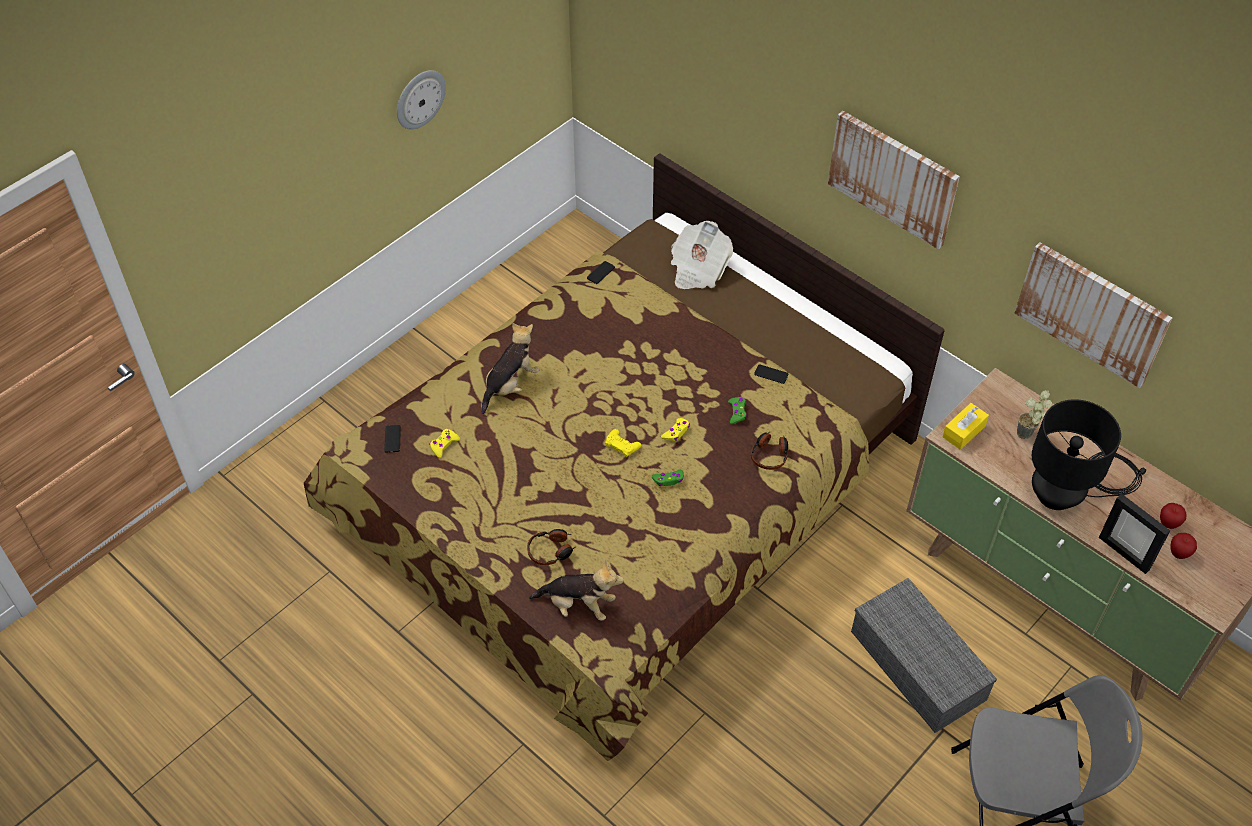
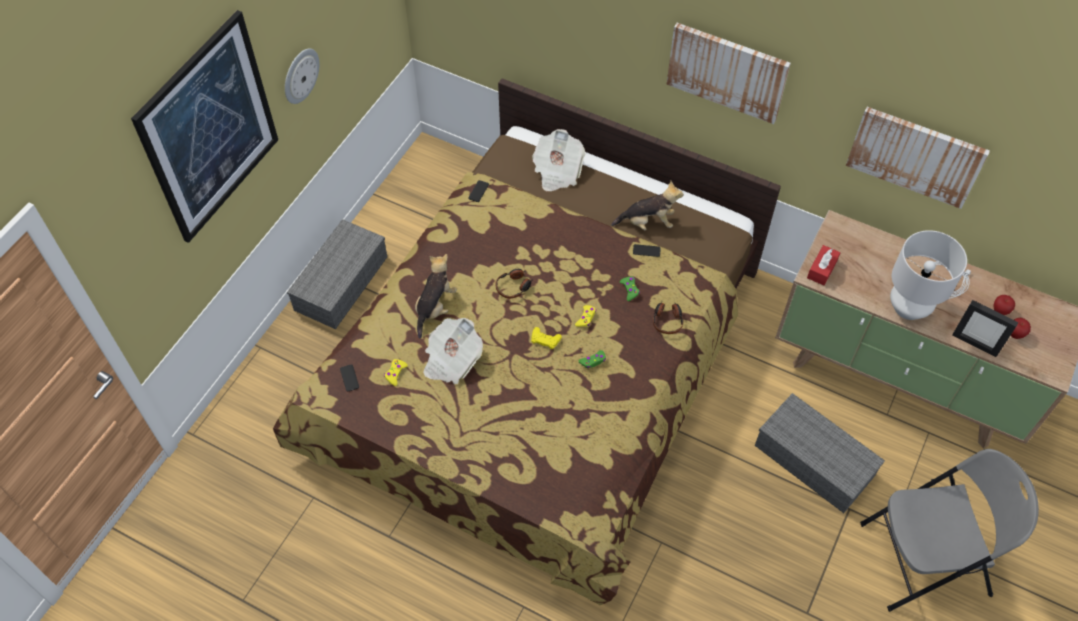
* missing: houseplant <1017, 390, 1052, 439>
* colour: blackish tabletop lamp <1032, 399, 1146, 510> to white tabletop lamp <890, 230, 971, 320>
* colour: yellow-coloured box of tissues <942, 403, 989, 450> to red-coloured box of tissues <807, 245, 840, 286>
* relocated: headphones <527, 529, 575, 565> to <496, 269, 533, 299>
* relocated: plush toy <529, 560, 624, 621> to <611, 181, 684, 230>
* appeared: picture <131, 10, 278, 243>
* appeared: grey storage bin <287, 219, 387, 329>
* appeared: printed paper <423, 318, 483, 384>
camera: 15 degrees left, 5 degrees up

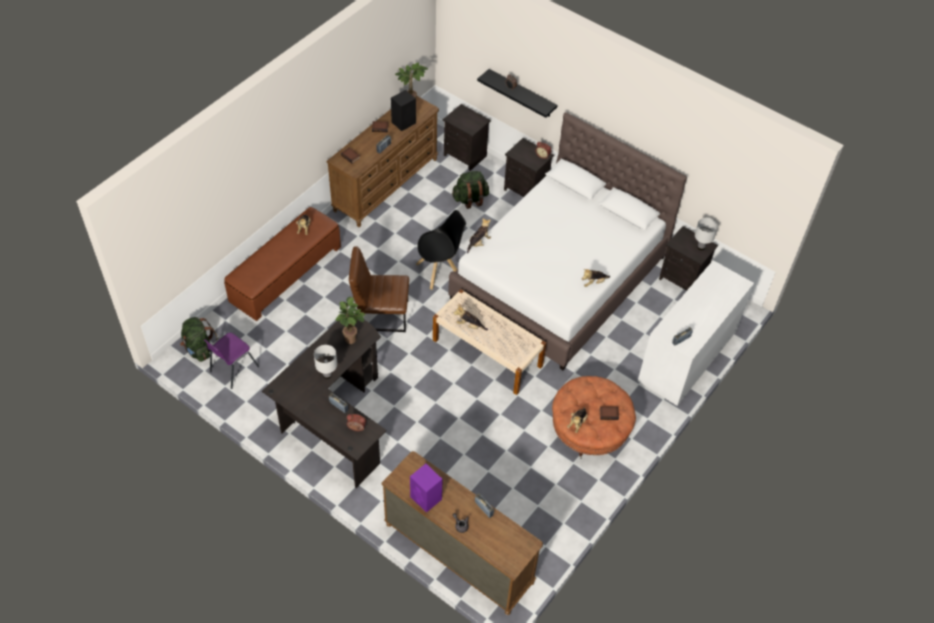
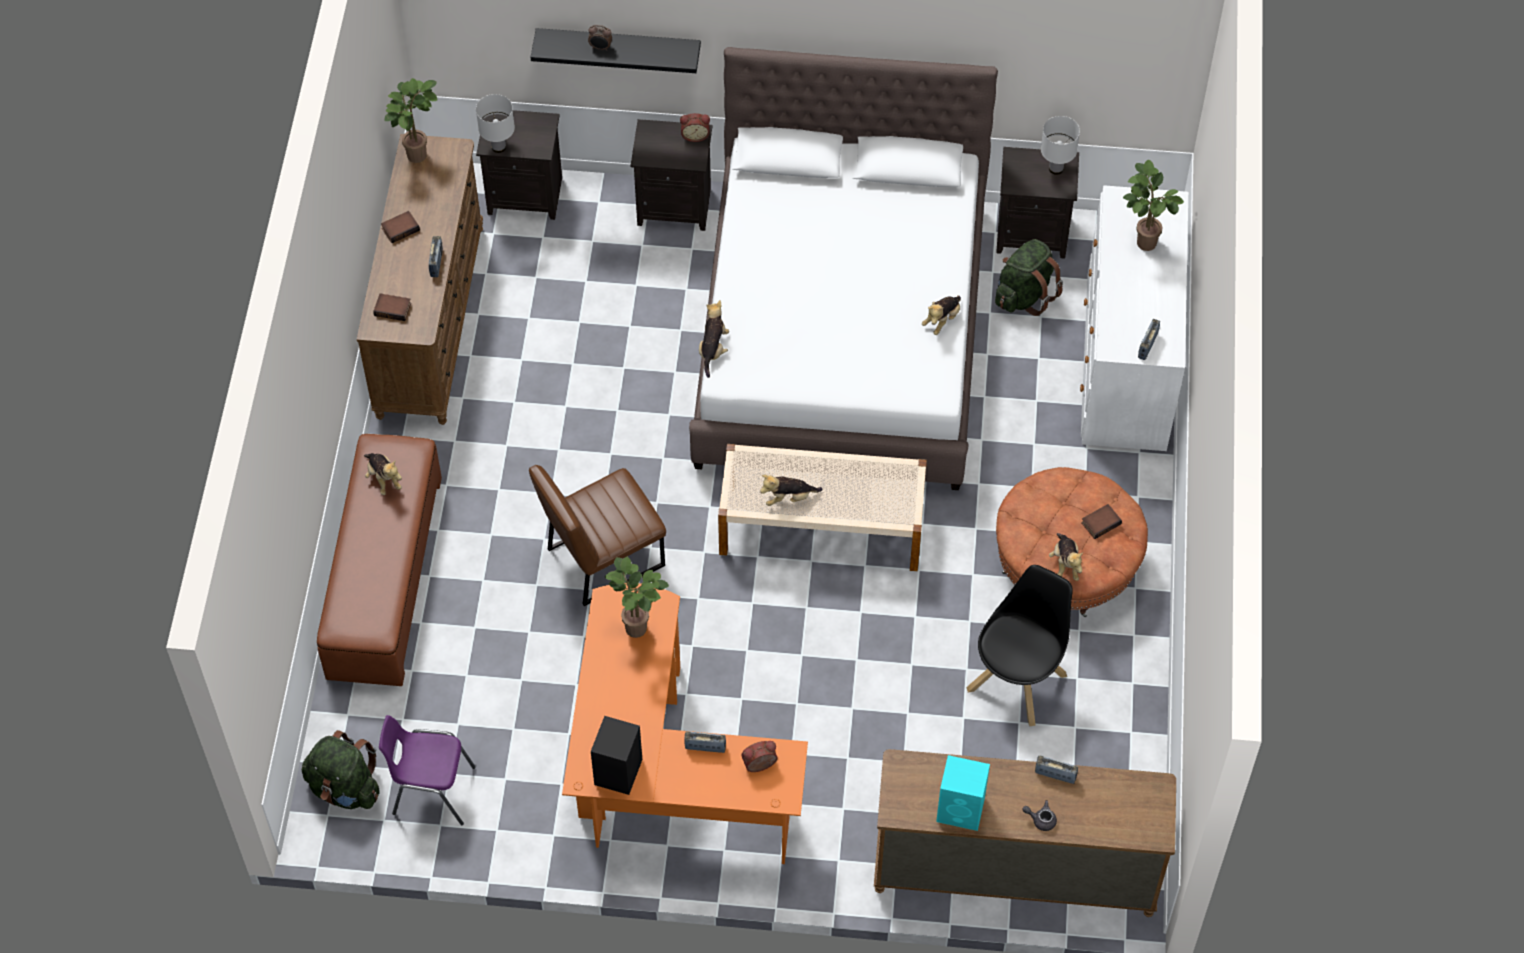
* relocated: blackish audio speaker <391, 90, 416, 131> to <591, 716, 642, 795>
* relocated: greenish knapsack <452, 171, 489, 209> to <995, 239, 1063, 316>
* relocated: blackish upright chair <416, 210, 466, 290> to <967, 565, 1073, 726>
* colour: blackish desk unit <262, 314, 387, 488> to orange desk unit <562, 583, 808, 864>
* spun: purple-coloured upright chair <204, 333, 259, 389> = <379, 715, 475, 825> 90 degrees clockwise
* relocated: white tabletop lamp <314, 345, 337, 379> to <476, 94, 515, 153>
* colour: purple-coloured audio speaker <410, 464, 443, 513> to turquoise-coloured audio speaker <936, 755, 990, 831>
* appeared: houseplant <1123, 159, 1184, 251>
camera: 30 degrees left, 5 degrees up

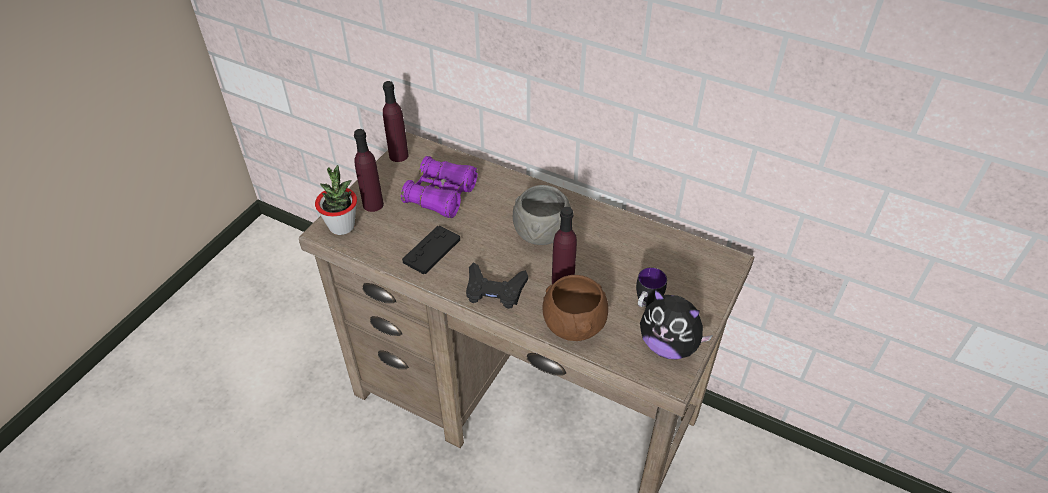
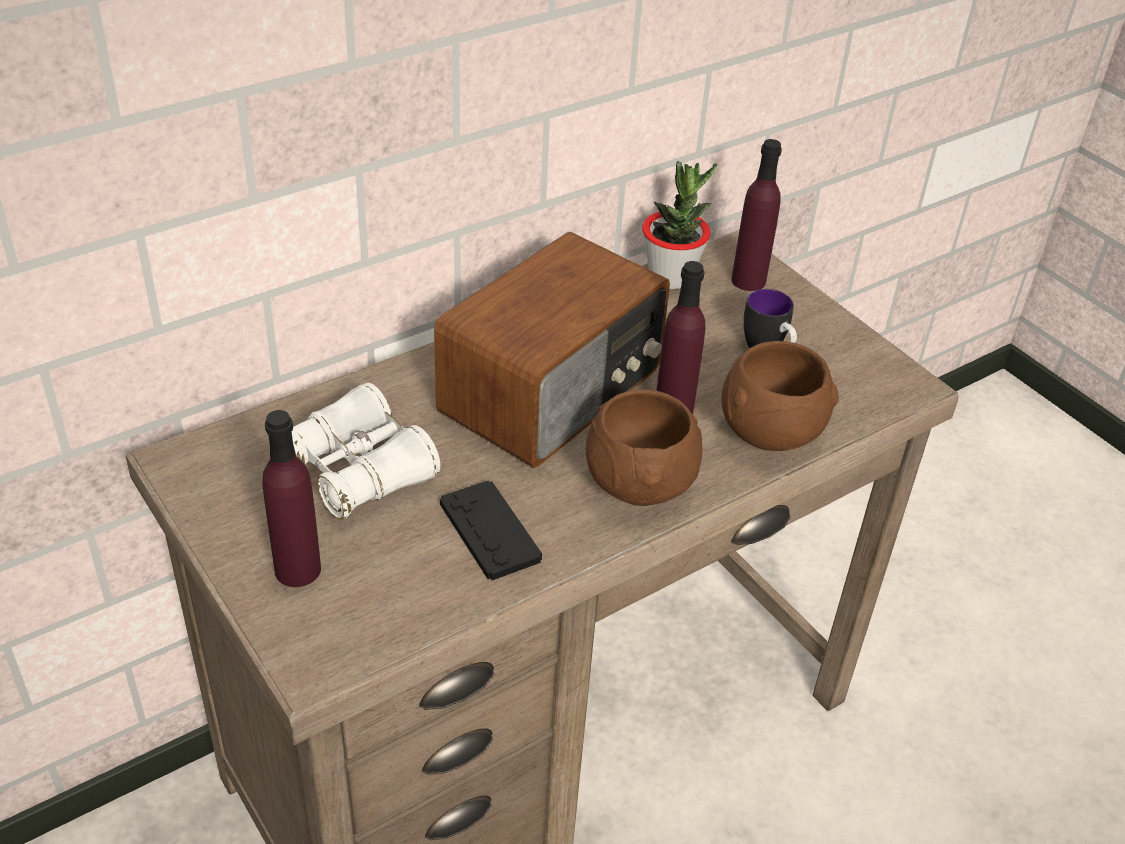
* relocated: purple-coloured bottle <383, 81, 408, 162> to <731, 139, 782, 291>
* colour: purple-coloured pair of binoculars <401, 156, 478, 218> to white pair of binoculars <292, 383, 440, 520>
* relocated: houseplant <315, 165, 357, 235> to <642, 161, 717, 289>
* exchanged: grey serving bowl <513, 185, 571, 245> to radio receiver <434, 232, 670, 468>
* exchanged: blackish joypad <466, 262, 528, 309> to brown serving bowl <586, 389, 702, 506>
* missing: plush toy <640, 289, 713, 359>
camera: 65 degrees left, 5 degrees down

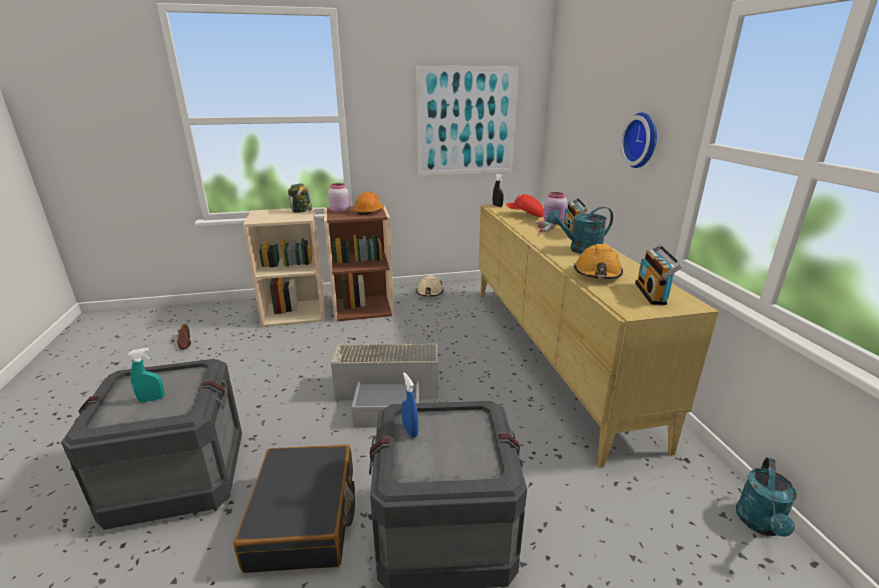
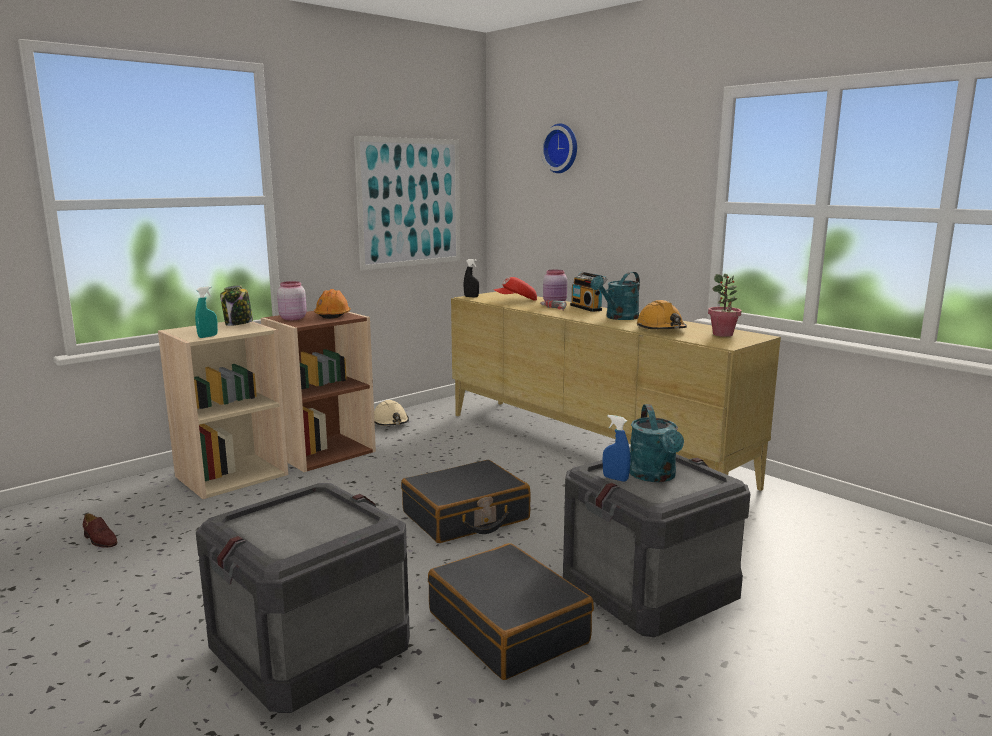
* relocated: wall clock <620, 112, 657, 168> to <541, 124, 577, 173>
* exchanged: radio receiver <635, 244, 683, 305> to houseplant <708, 274, 742, 337>
* exchanged: grey storage bin <331, 341, 438, 428> to blackish piece of luggage <401, 460, 531, 543>
* relocated: turquoise-coloured spray bottle <128, 348, 165, 403> to <195, 286, 218, 338>
* relocated: turquoise-coloured sprinkling can <736, 457, 797, 537> to <629, 404, 684, 482>
camera: 30 degrees left, 10 degrees down

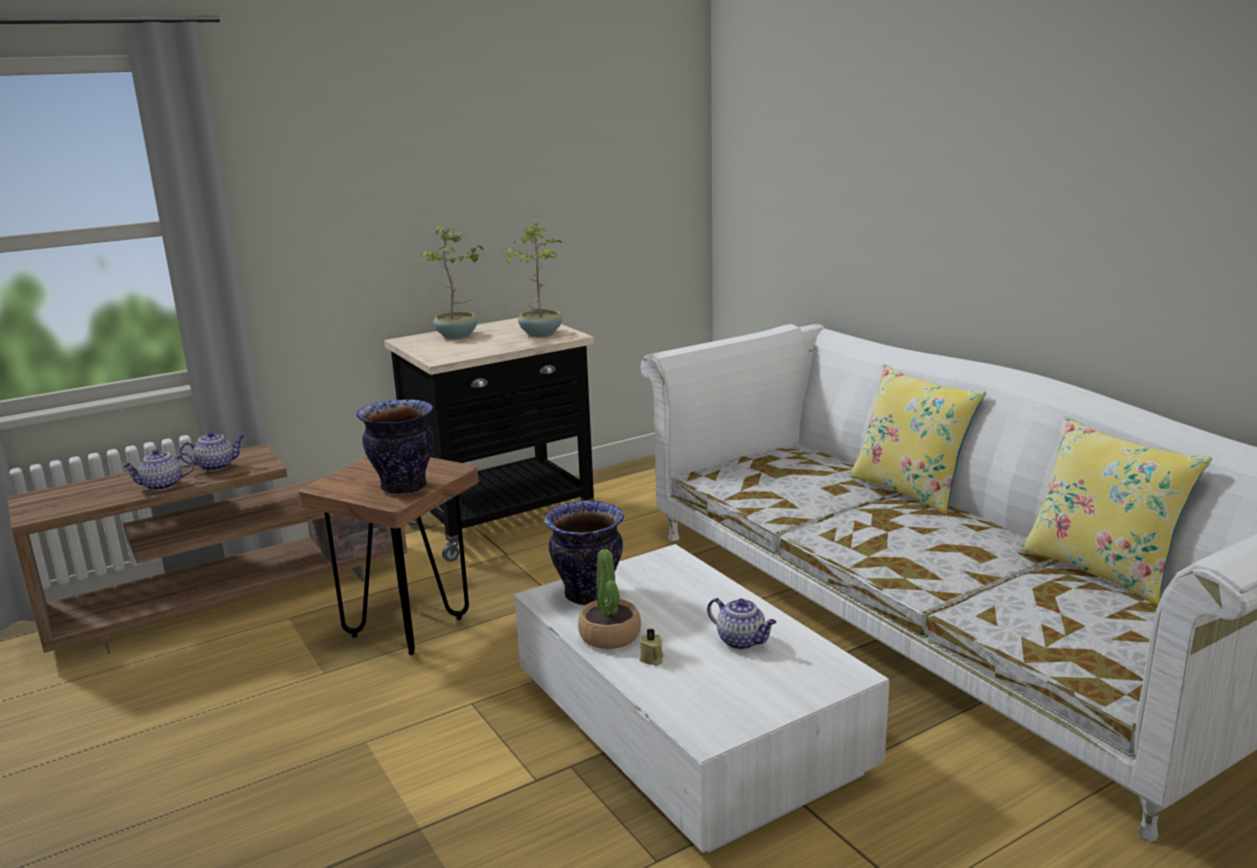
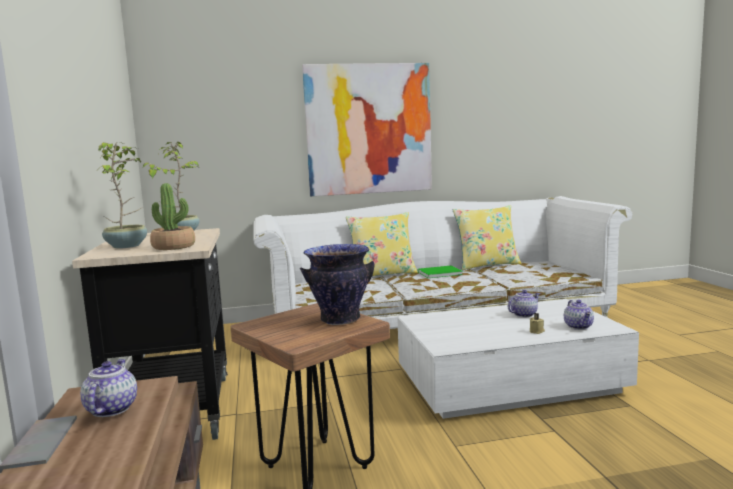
* relocated: tea pot <121, 449, 194, 491> to <564, 300, 594, 330>
* missing: flower vase <544, 501, 624, 605>
* relocated: houseplant <578, 549, 641, 649> to <150, 183, 195, 250>
* appeared: picture <302, 63, 432, 196>
* appeared: greenish book <418, 266, 463, 278>
camera: 70 degrees left, 10 degrees down

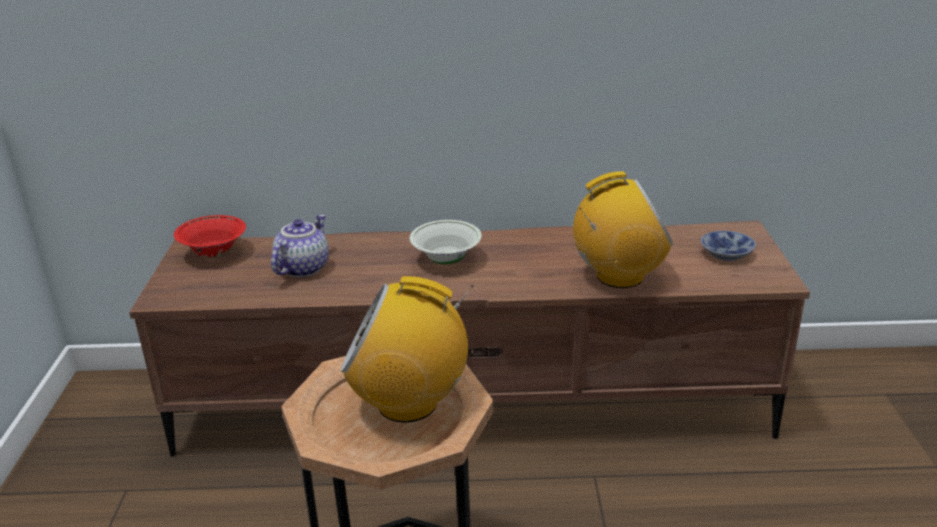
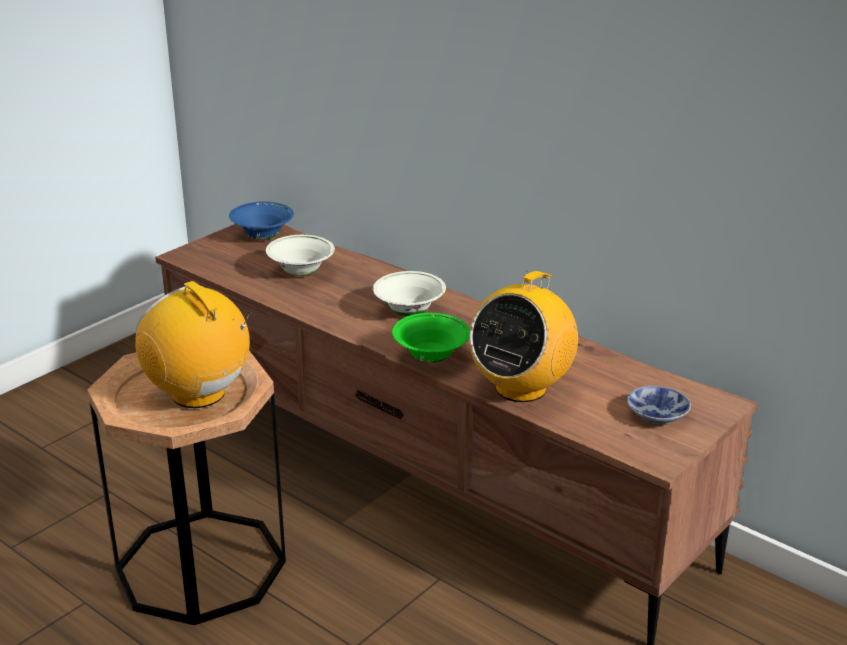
* spun: radio receiver <573, 171, 673, 288> = <469, 271, 578, 402> 90 degrees clockwise
* exchanged: tea pot <271, 214, 329, 277> to white serving bowl <266, 235, 335, 276>
* colour: red-coloured serving bowl <174, 215, 246, 258> to bluish serving bowl <229, 201, 294, 240>
* appeared: greenish serving bowl <392, 313, 470, 363>
camera: 40 degrees right, 0 degrees up

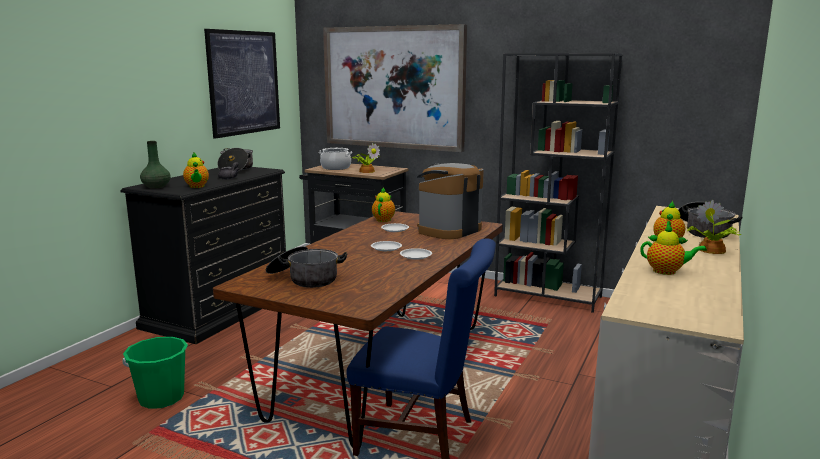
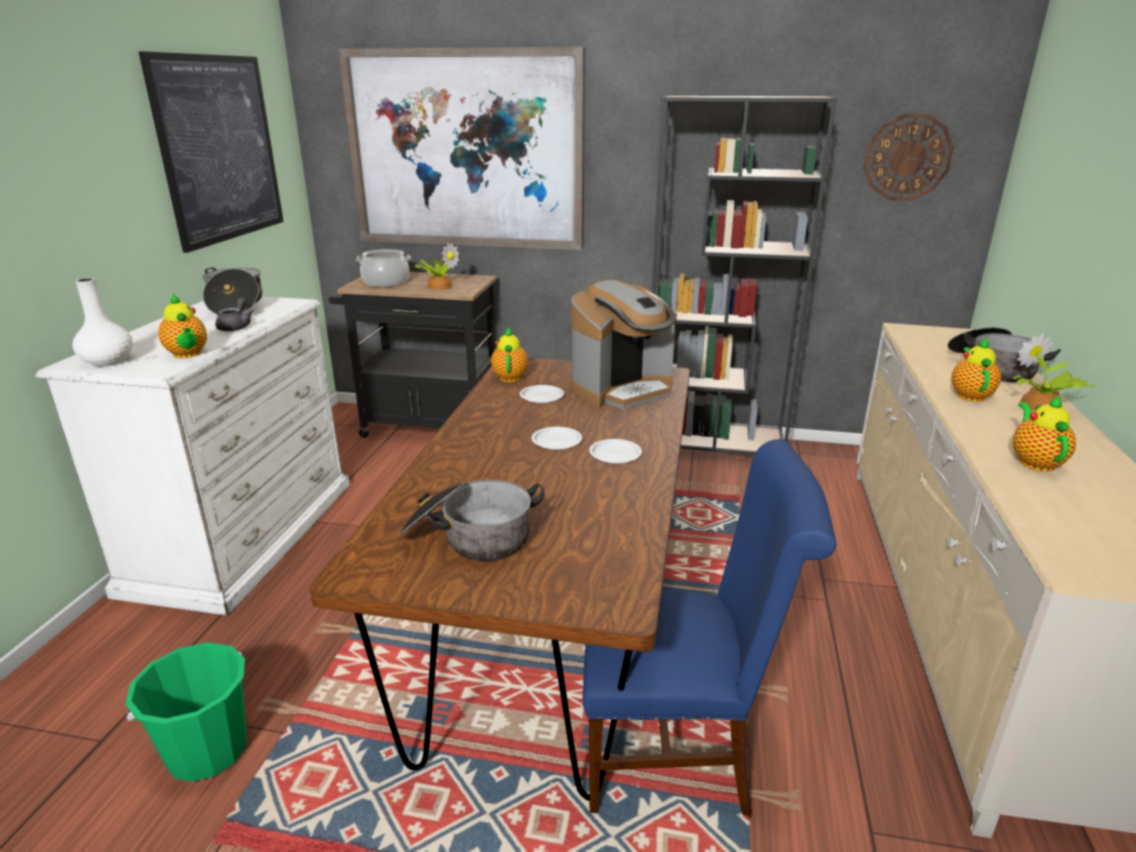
* colour: greenish flower vase <140, 141, 171, 189> to white flower vase <72, 278, 133, 367>
* spun: coffee machine <417, 163, 484, 239> = <571, 280, 677, 410> 150 degrees counterclockwise
* colour: blackish drawer chest <120, 167, 286, 344> to white drawer chest <35, 297, 350, 616>
* spun: tea pot <640, 224, 707, 275> = <1013, 394, 1076, 472> 90 degrees counterclockwise
* appeared: wall clock <863, 114, 954, 201>
camera: 15 degrees left, 10 degrees up

